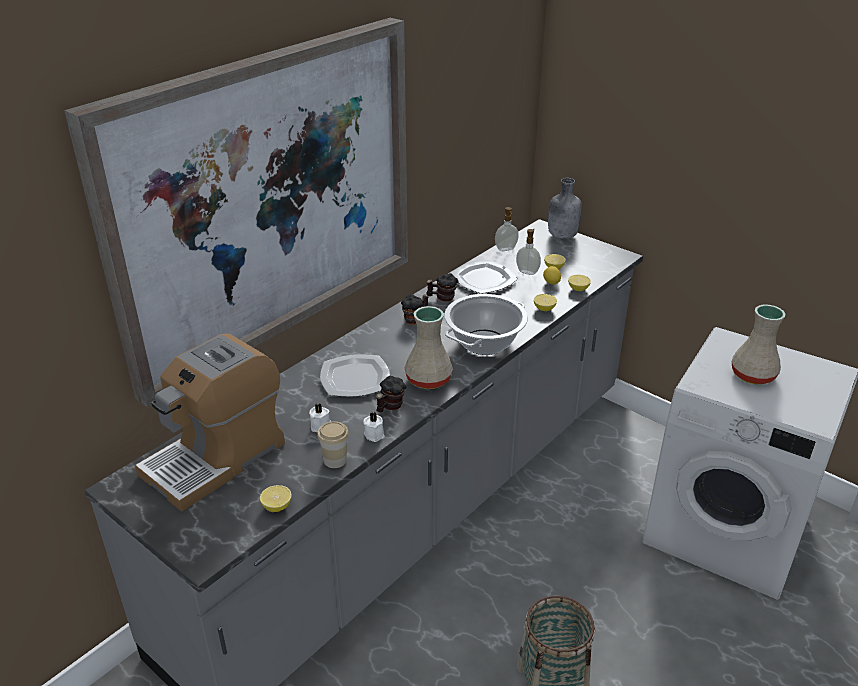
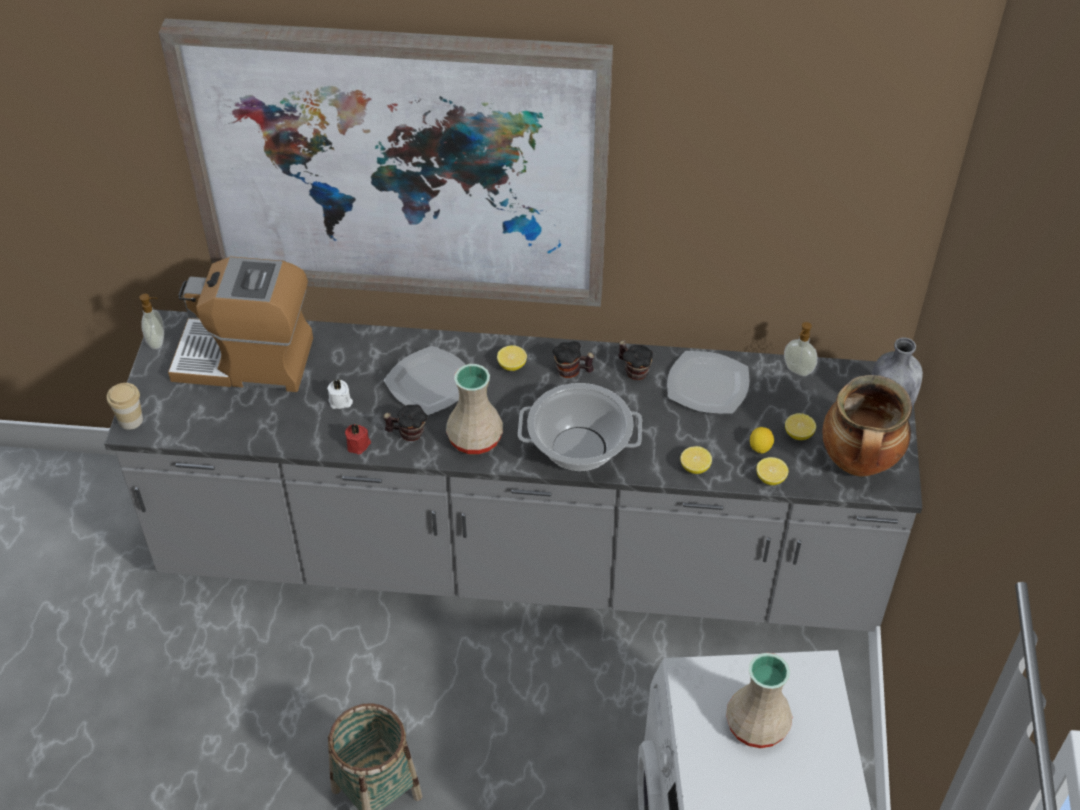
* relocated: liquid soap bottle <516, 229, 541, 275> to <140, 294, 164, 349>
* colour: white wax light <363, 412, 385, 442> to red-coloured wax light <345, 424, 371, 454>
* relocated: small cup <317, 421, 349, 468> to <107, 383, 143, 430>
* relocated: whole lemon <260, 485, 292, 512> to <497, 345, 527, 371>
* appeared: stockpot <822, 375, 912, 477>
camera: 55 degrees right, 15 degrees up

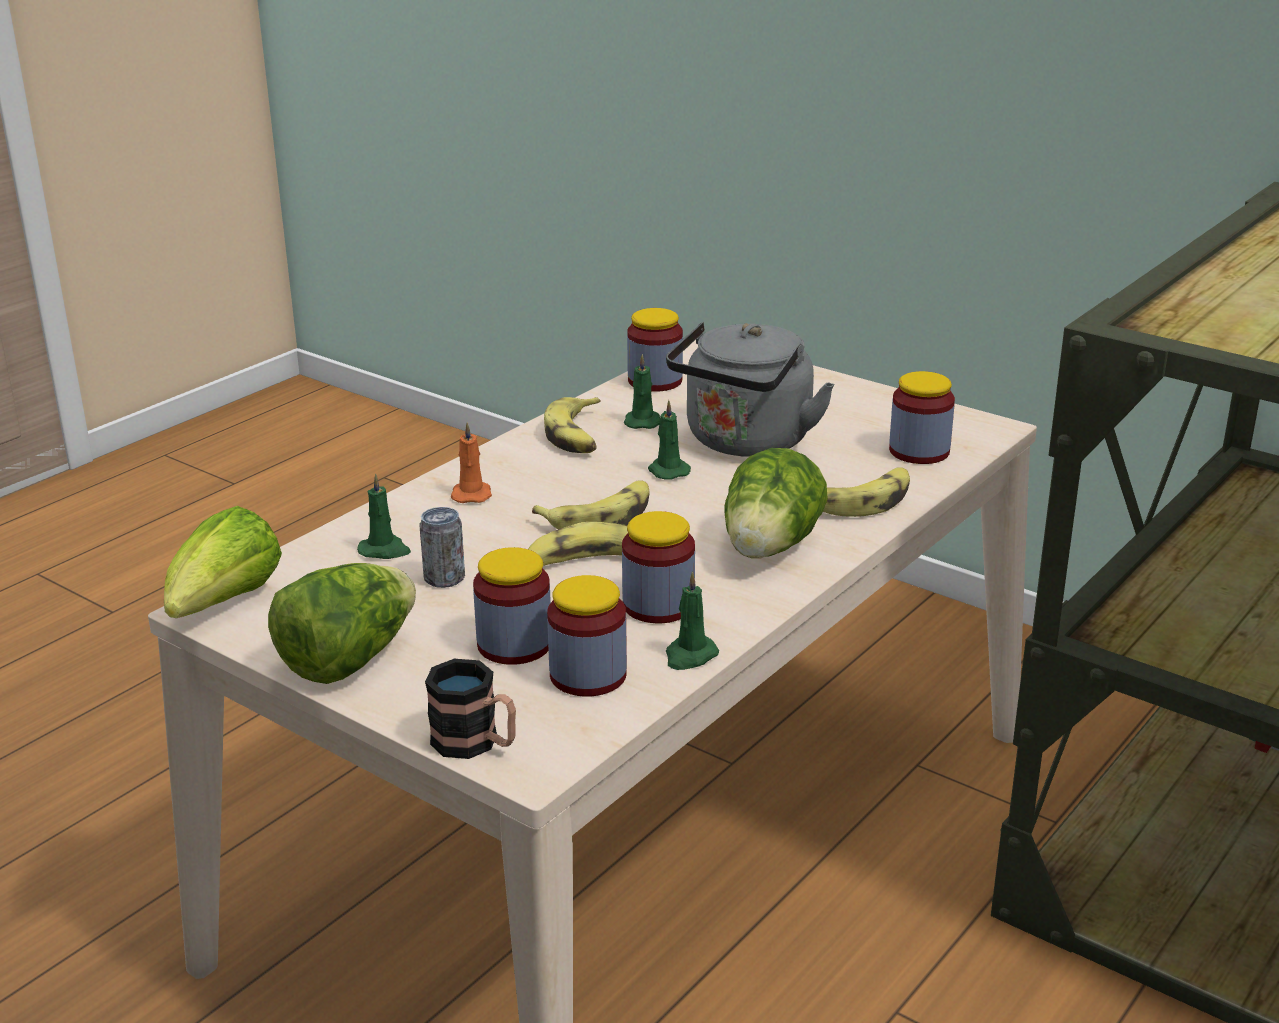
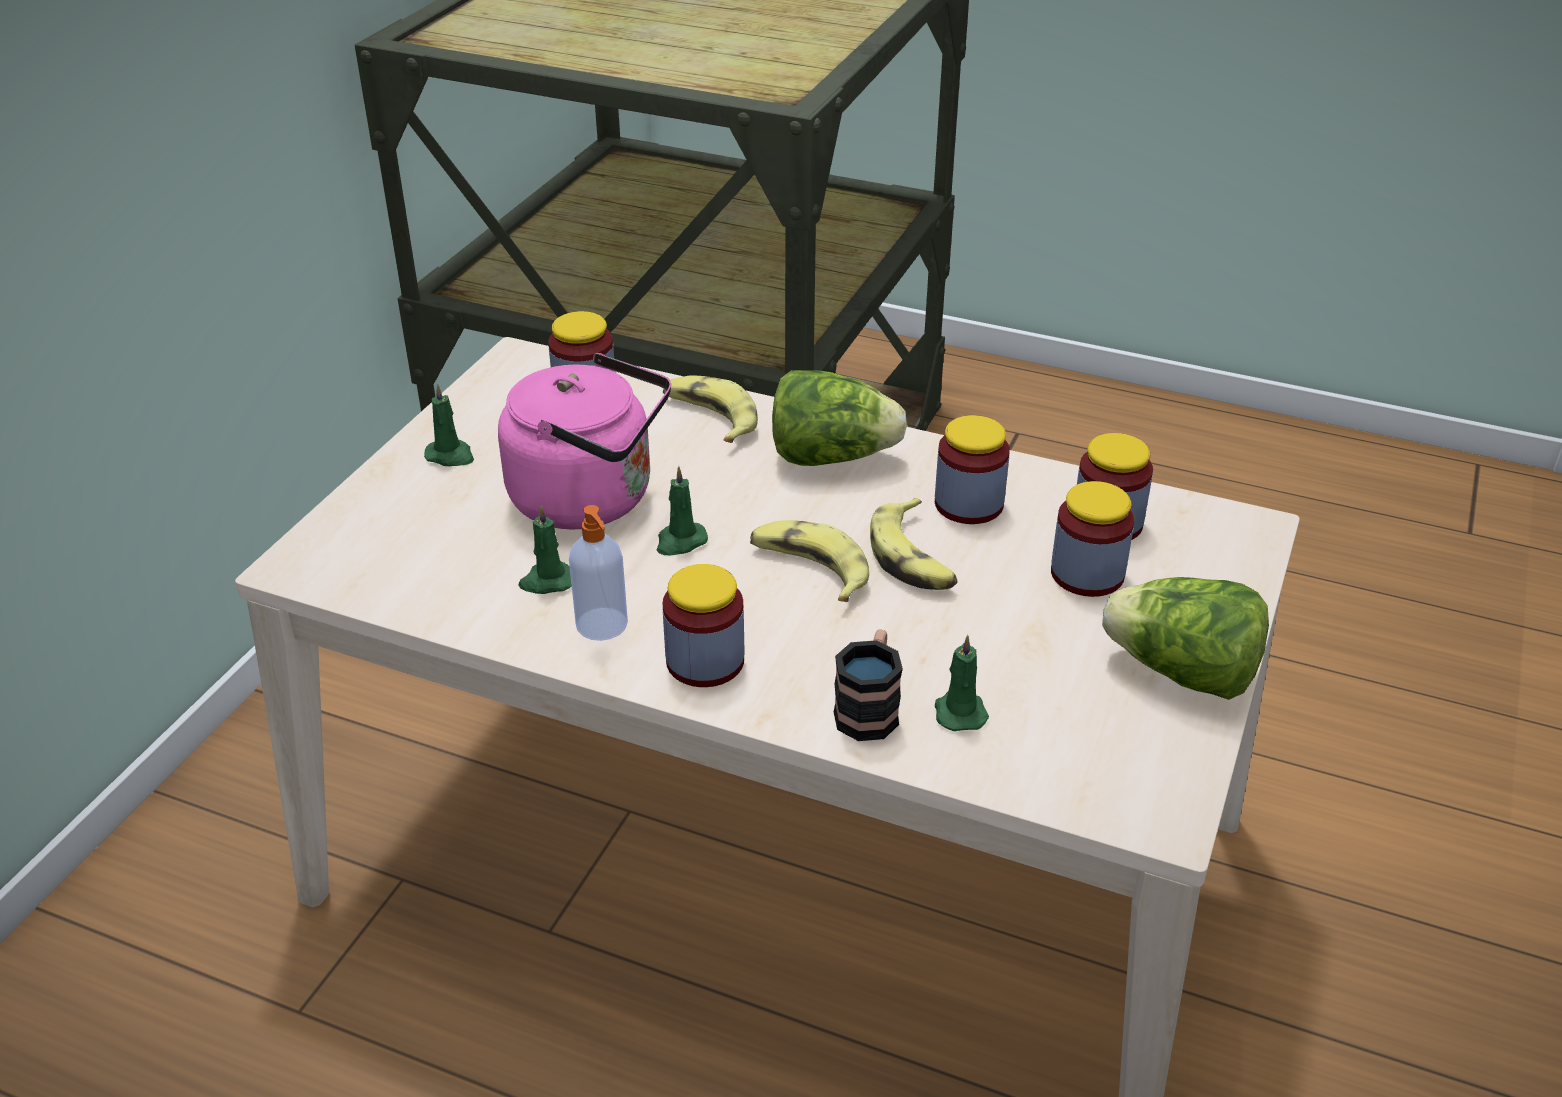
* relocated: preserve jar <627, 308, 683, 392> to <663, 564, 745, 687>
* colour: grey water kettle <666, 322, 835, 457> to pink-coloured water kettle <498, 353, 671, 529>
* exchanged: whole banana <544, 397, 601, 453> to liquid soap bottle <569, 505, 628, 641>
* missing: orange wax light <451, 422, 492, 503>
* missing: lettuce head <164, 506, 282, 618>
* missing: can <419, 507, 465, 588>
* relocated: greenish wax light <666, 571, 719, 670> to <424, 384, 474, 466>
* relocated: coffee mug <425, 659, 516, 759> to <834, 630, 903, 741>
camera: 105 degrees left, 10 degrees up

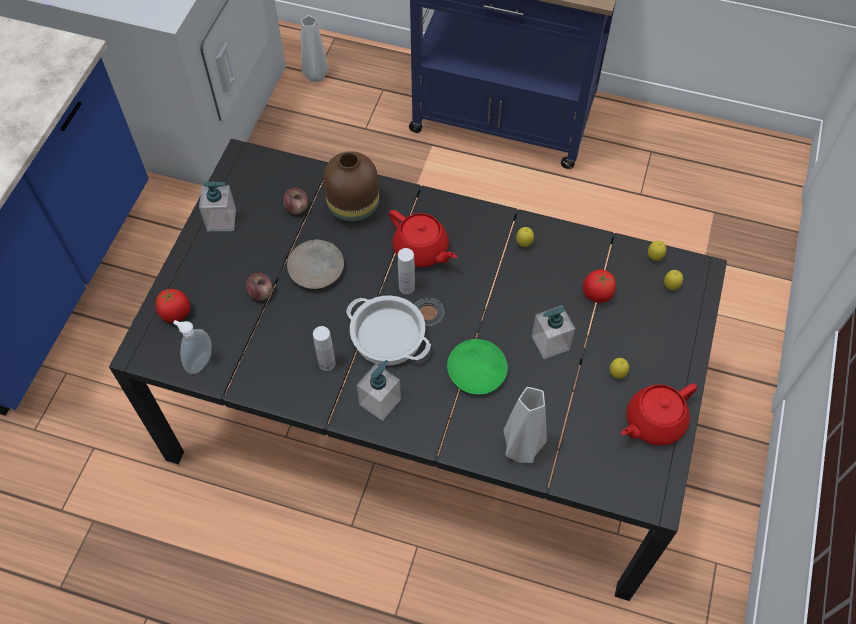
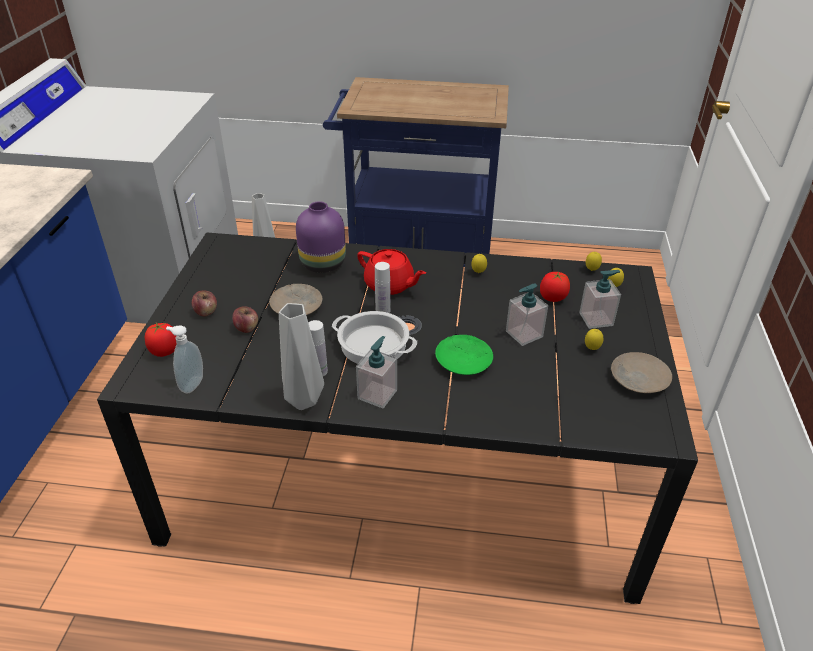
* colour: brown flower vase <323, 151, 379, 224> to purple-coloured flower vase <296, 202, 346, 273>
* relocated: liquid soap bottle <199, 182, 236, 231> to <579, 270, 621, 329>
* relocated: apple <283, 187, 308, 215> to <192, 291, 217, 316>
* exchanged: red-coloured tea pot <621, 383, 697, 446> to beige-coloured plate <611, 352, 672, 393>
* relocated: grey flower vase <504, 387, 547, 463> to <279, 303, 324, 410>
camera: 10 degrees left, 20 degrees down

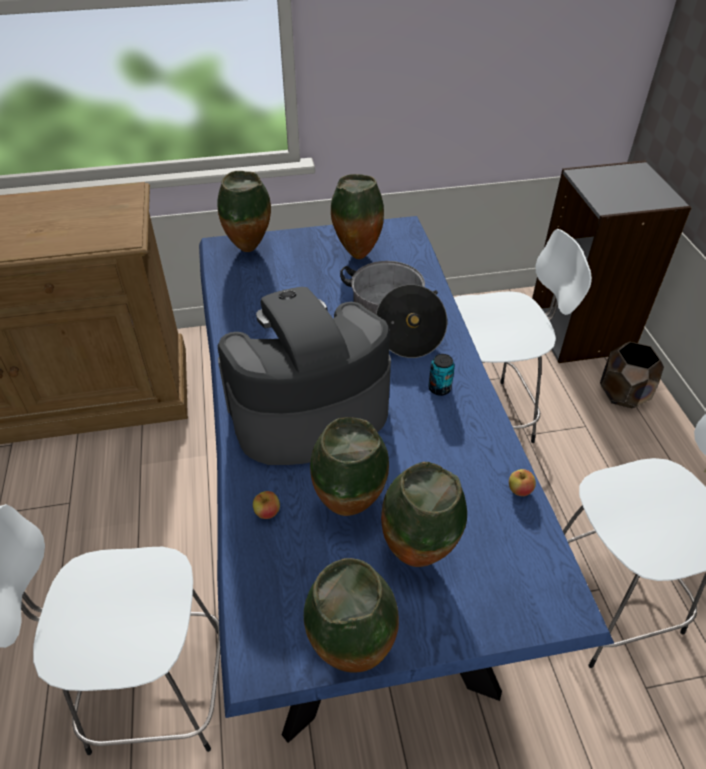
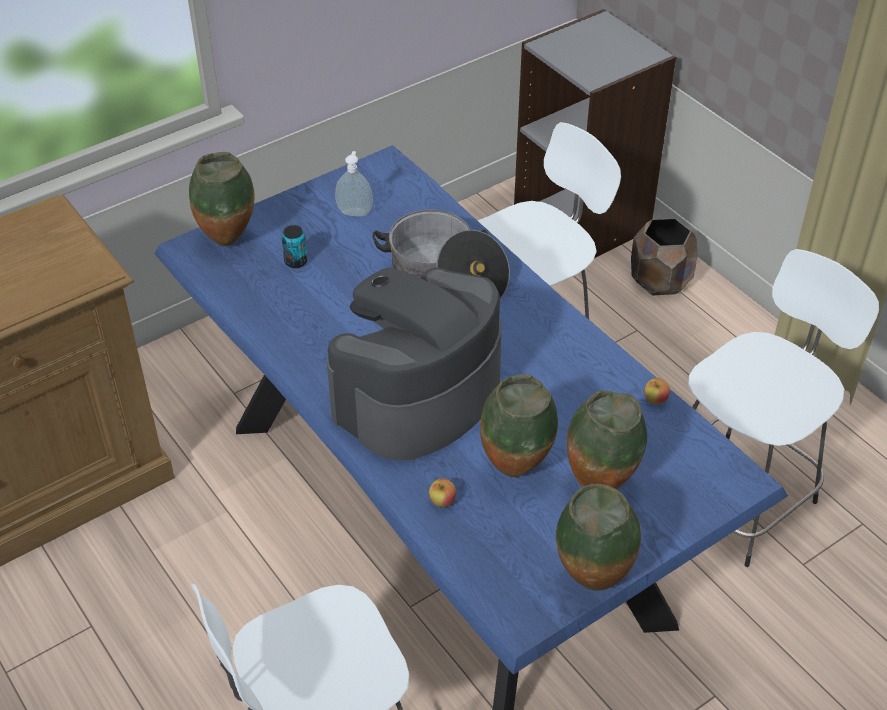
* exchanged: flower vase <331, 174, 384, 259> to liquid soap bottle <335, 151, 373, 216>
* relocated: can <428, 354, 455, 396> to <281, 225, 308, 268>
camera: 25 degrees left, 0 degrees up

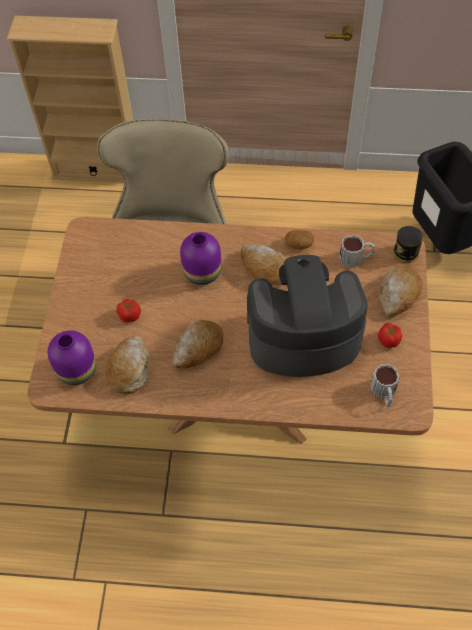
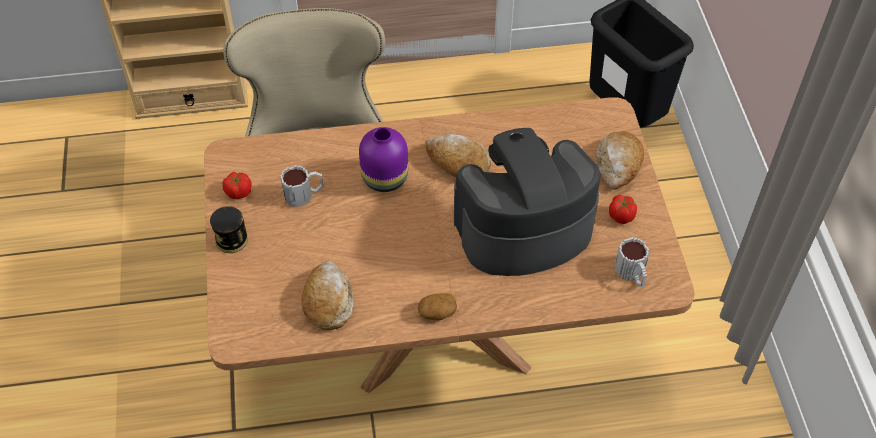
* relocated: can <393, 226, 423, 263> to <210, 206, 248, 253>
* relocated: whole potato <285, 230, 314, 250> to <418, 293, 457, 321>
* relocated: coffee mug <339, 235, 374, 268> to <280, 165, 323, 207>
* relocated: tomato <116, 299, 141, 322> to <222, 172, 252, 199>
* missing: bakery bread <173, 320, 223, 368>
* missing: purple-coloured flower vase <48, 330, 96, 385>
camera: 15 degrees left, 5 degrees down

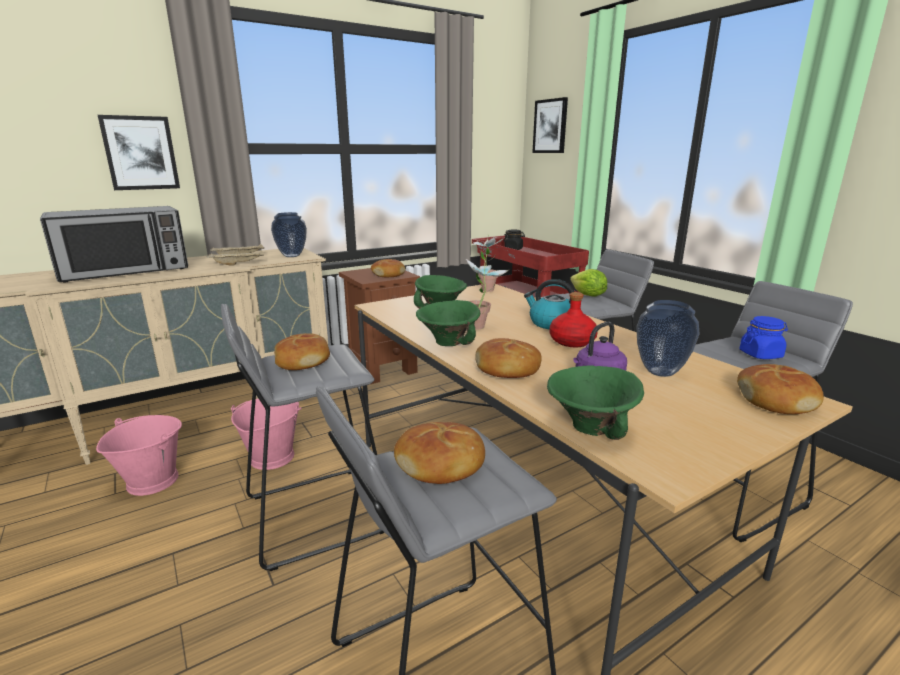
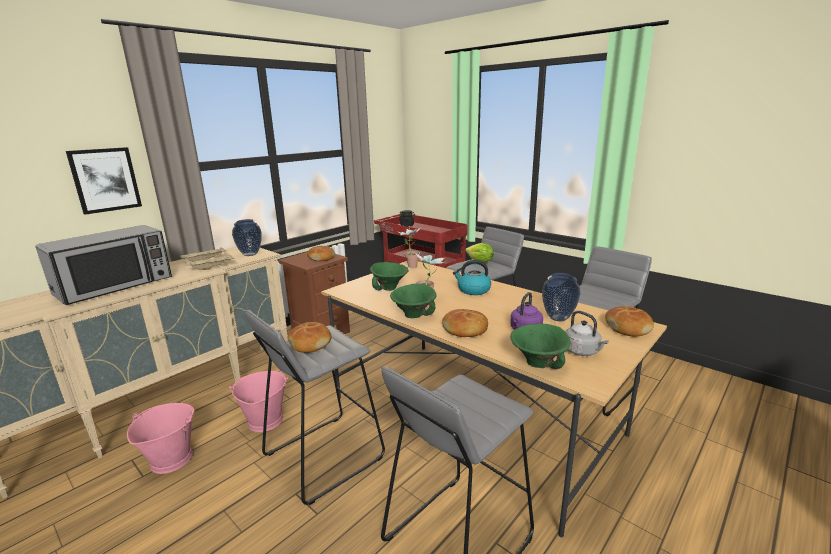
* missing: picture <532, 97, 568, 153>
* missing: red-coloured bottle <550, 292, 598, 347>
* missing: bluish preserve jar <739, 316, 788, 359>
* missing: bakery bread <394, 422, 485, 484>
* appeared: grey water kettle <566, 311, 609, 356>
camera: 15 degrees left, 0 degrees up

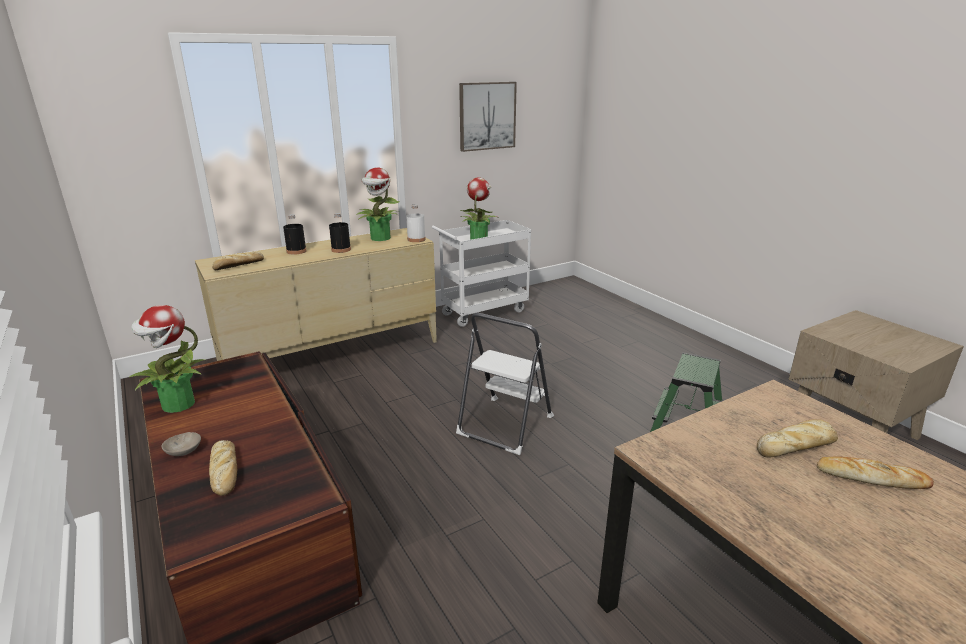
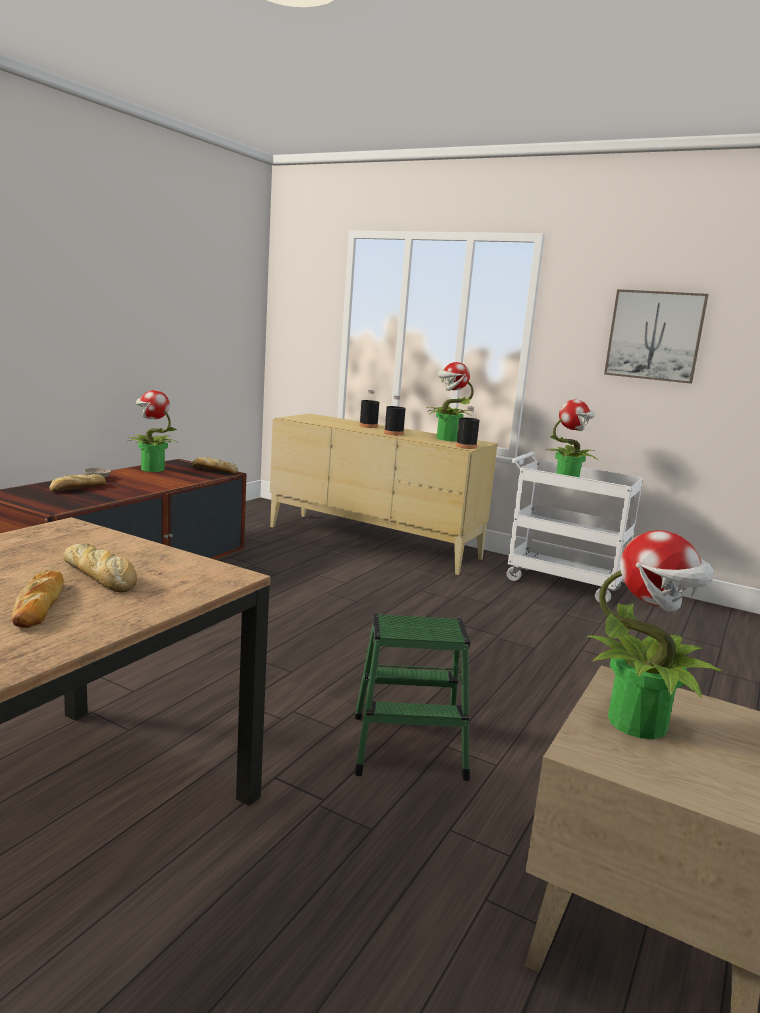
* colour: white bottle <406, 205, 426, 242> to blackish bottle <456, 406, 479, 449>
* relocated: bakery bread <212, 251, 264, 270> to <192, 457, 238, 474>
* missing: white stepladder <456, 313, 554, 455>
* appeared: houseplant <587, 530, 722, 739>
camera: 60 degrees right, 10 degrees down

